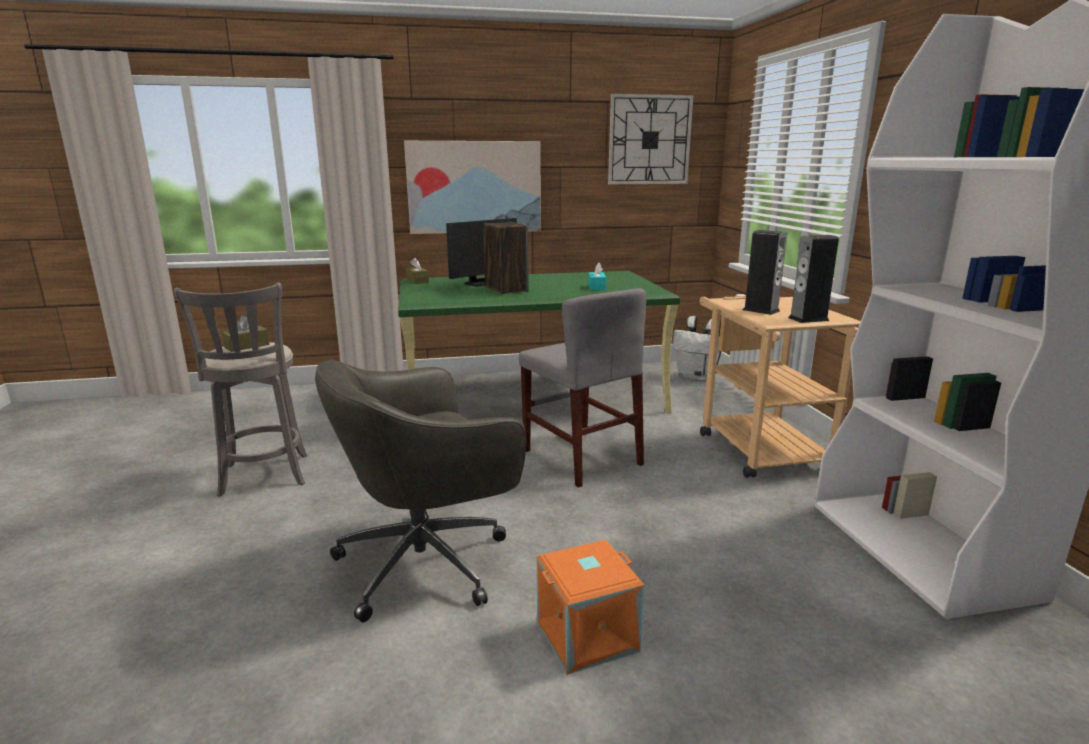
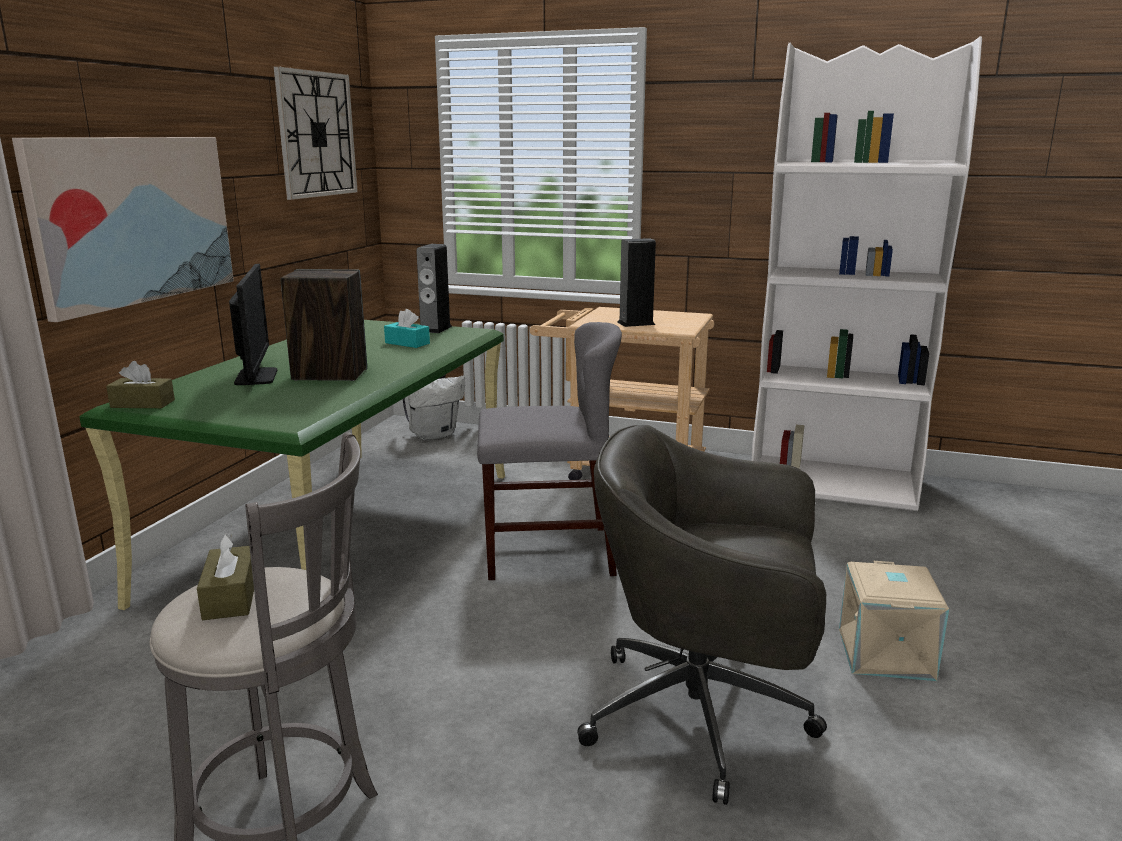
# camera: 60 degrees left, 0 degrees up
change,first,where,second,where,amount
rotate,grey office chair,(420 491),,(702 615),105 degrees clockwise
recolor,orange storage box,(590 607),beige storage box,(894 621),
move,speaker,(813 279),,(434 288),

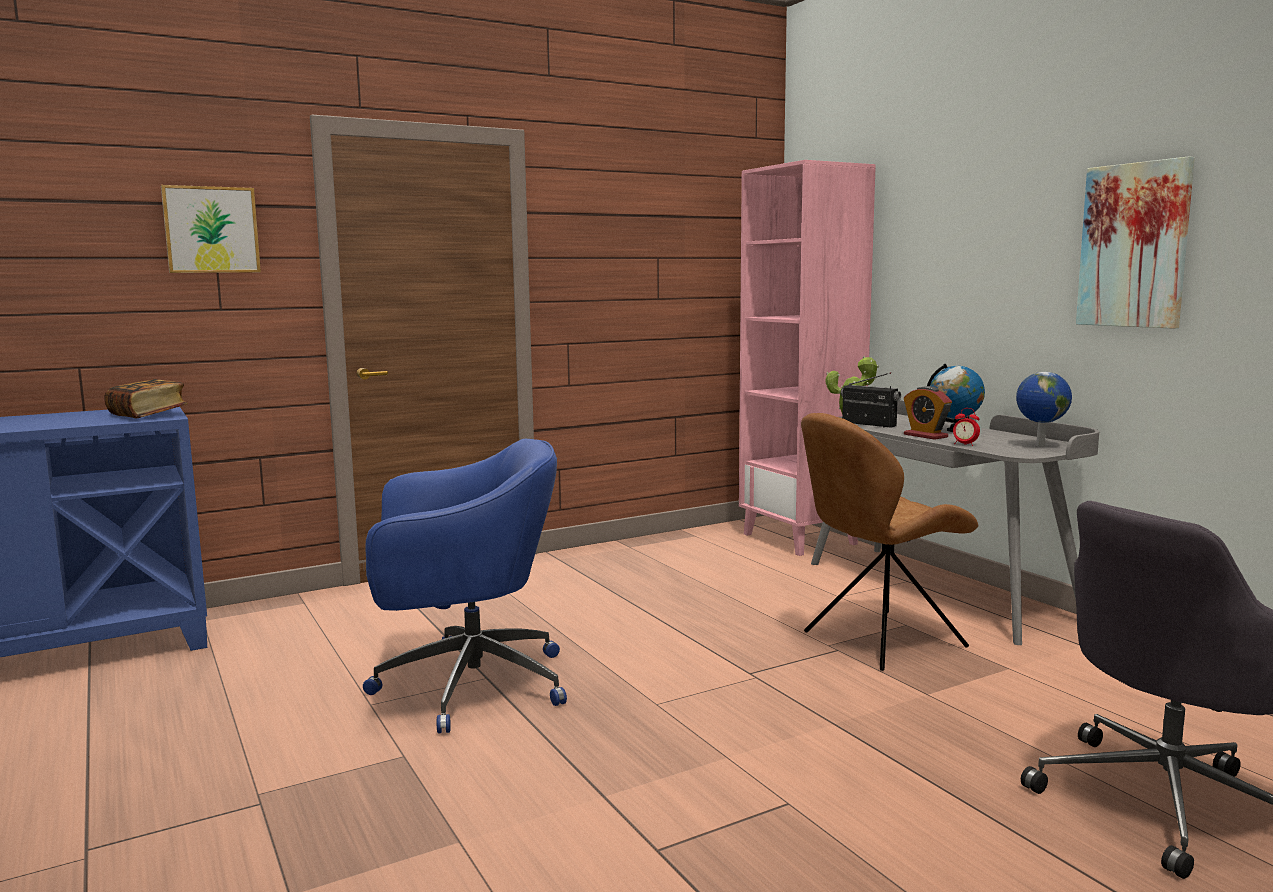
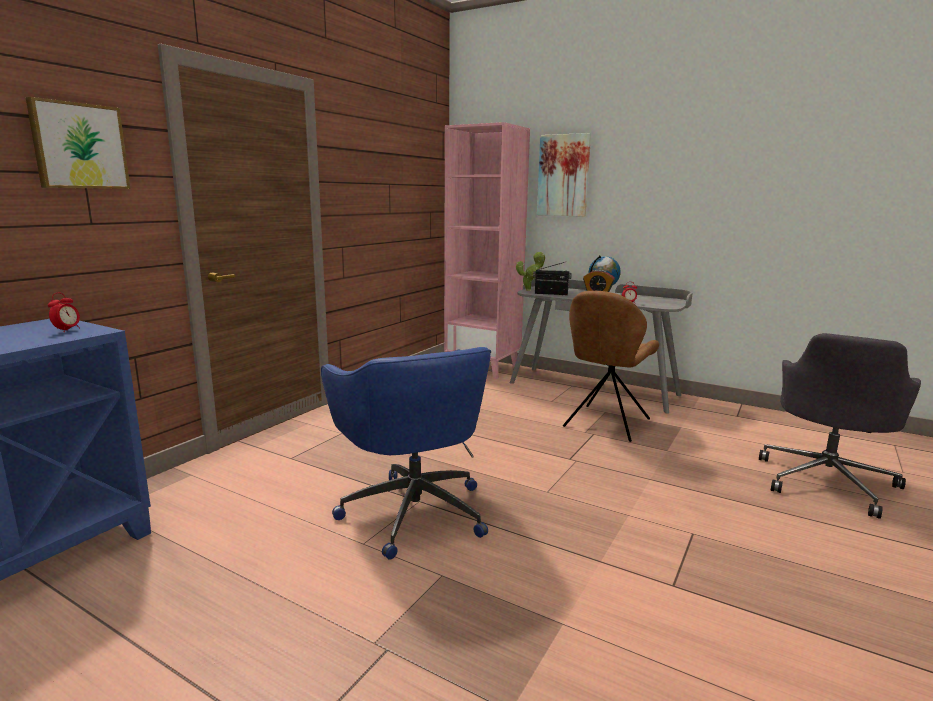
# camera: 30 degrees left, 5 degrees up
change,first,where,second,where,amount
replace,book,(146 398),alarm clock,(64 312),
rotate,blue office chair,(465 586),,(406 453),105 degrees clockwise
delete,globe,(1044 409),,,
move,picture,(1135 242),,(564 175),

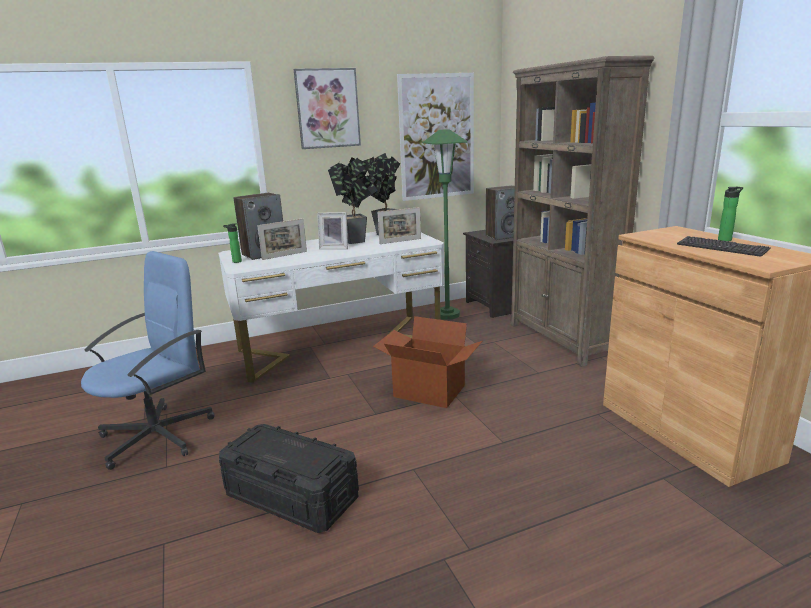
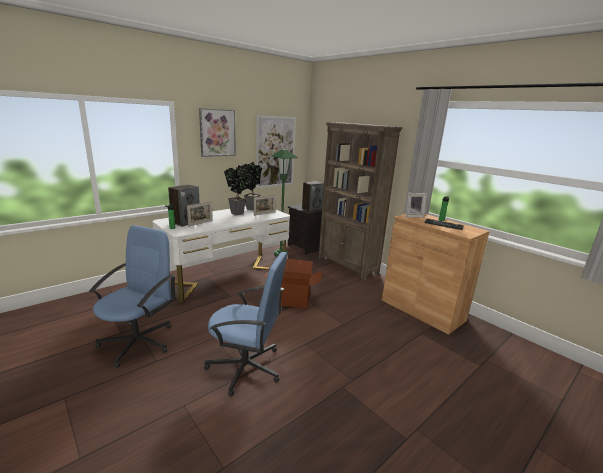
# camera: 20 degrees left, 0 degrees up
change,first,where,second,where,amount
replace,black storage box,(289 478),blue office chair,(245 324),
move,picture frame,(332 230),,(416 205),

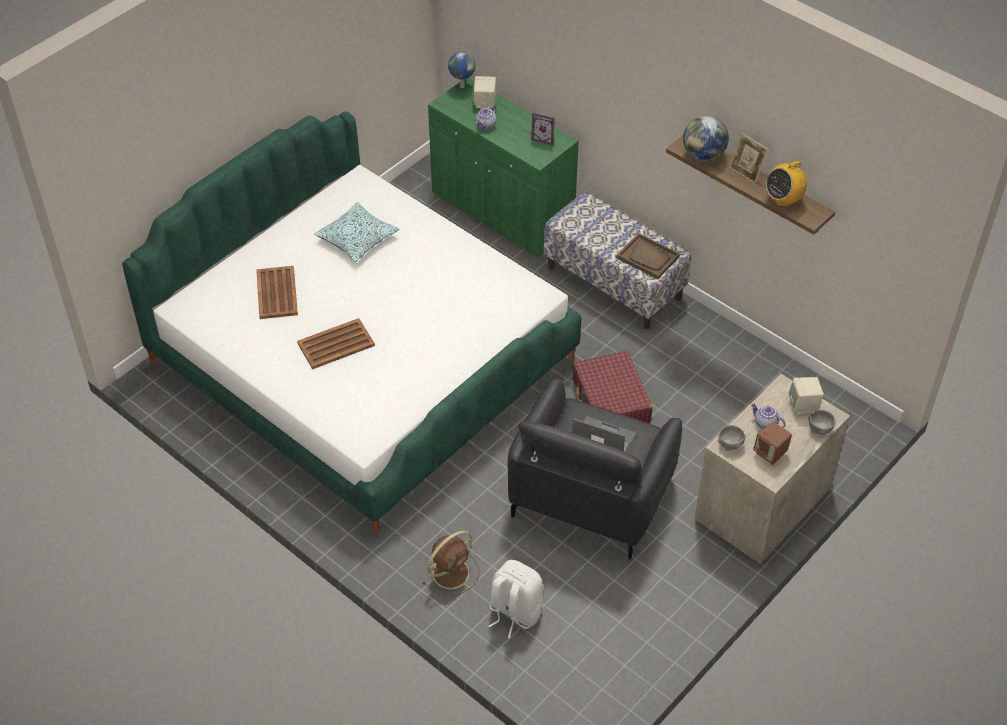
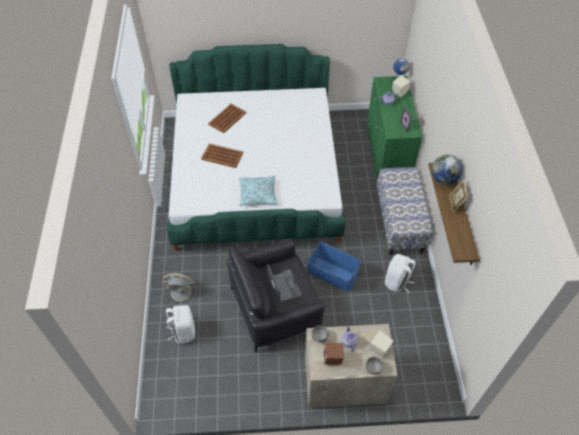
# camera: 45 degrees right, 5 degrees up
change,first,where,second,where,amount
move,pillow,(357 232),,(258 191),
recolor,brown fan,(450 563),grey fan,(179 288),
replace,red suitcase,(612 387),blue storage box,(334 266),
delete,brown tray,(648 256),,,
delete,radio,(786 183),,,
insert,,,white backpack,(400 273),

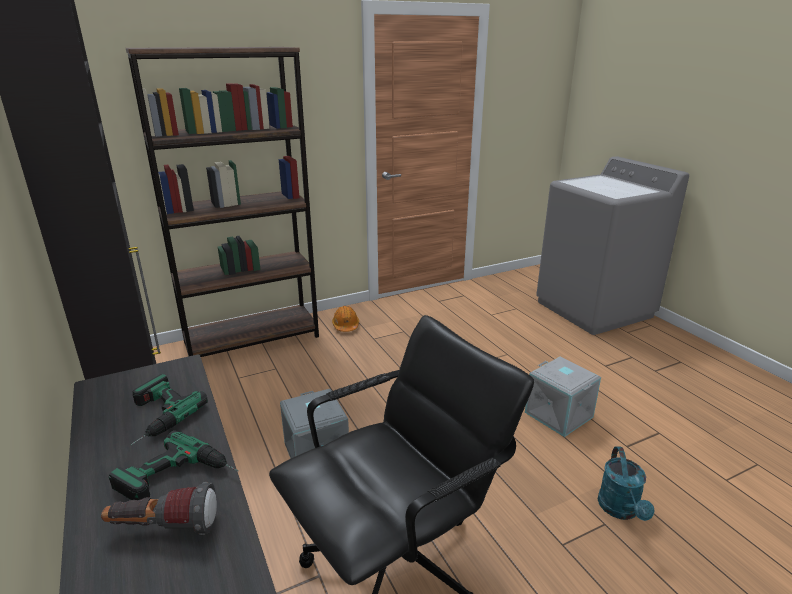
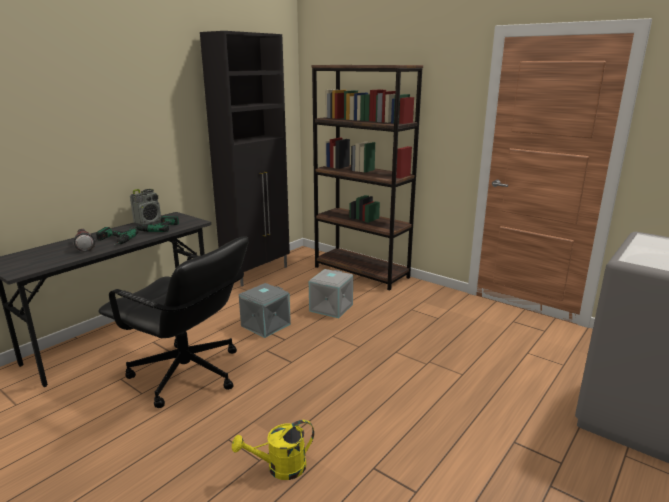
# camera: 65 degrees right, 5 degrees down
change,first,where,second,where,amount
delete,orange hard hat,(345 319),,,
move,grey storage box,(563 396),,(331 293),
recolor,turquoise watering can,(626 483),yellow watering can,(273 450),
insert,,,radio,(145 206),

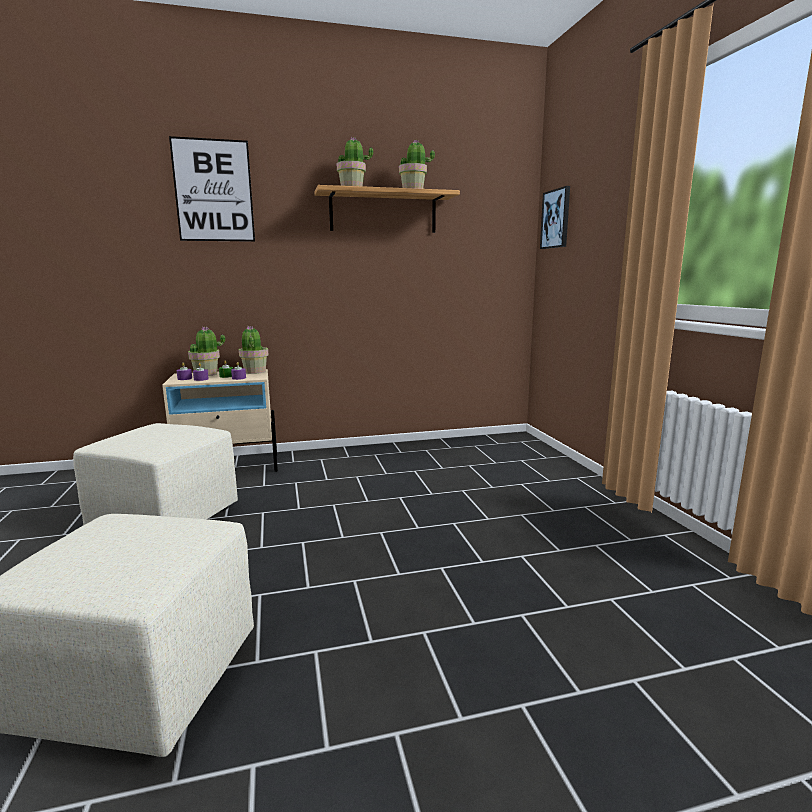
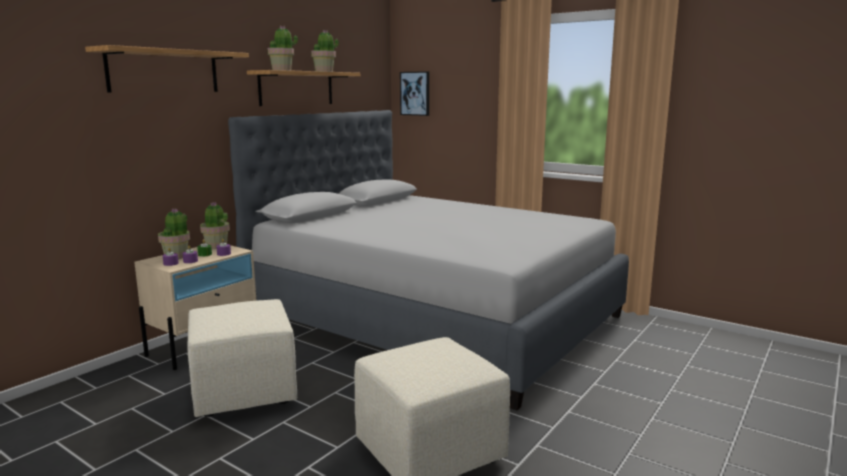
# camera: 40 degrees left, 0 degrees up
change,first,where,second,where,amount
replace,picture,(212 189),shelf,(167 68),
insert,,,grey bed,(428 260),

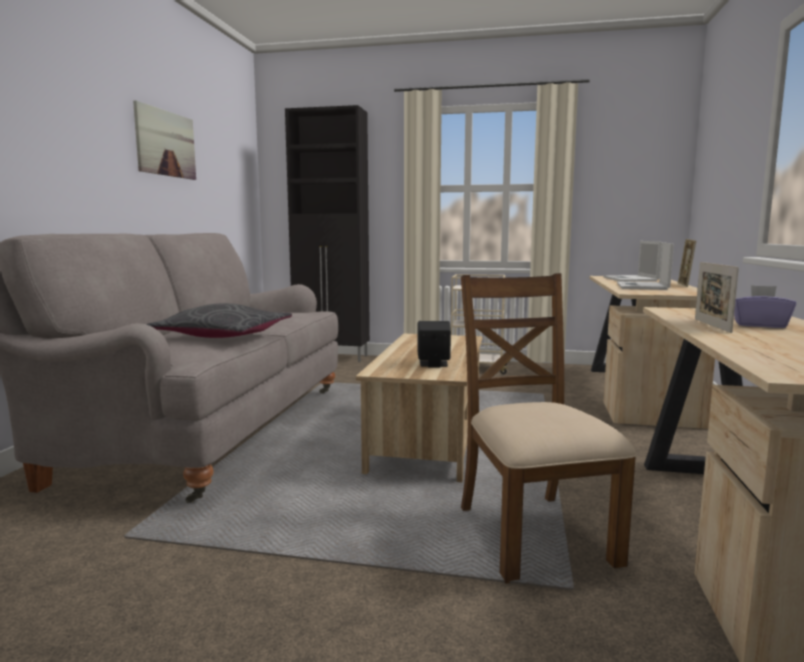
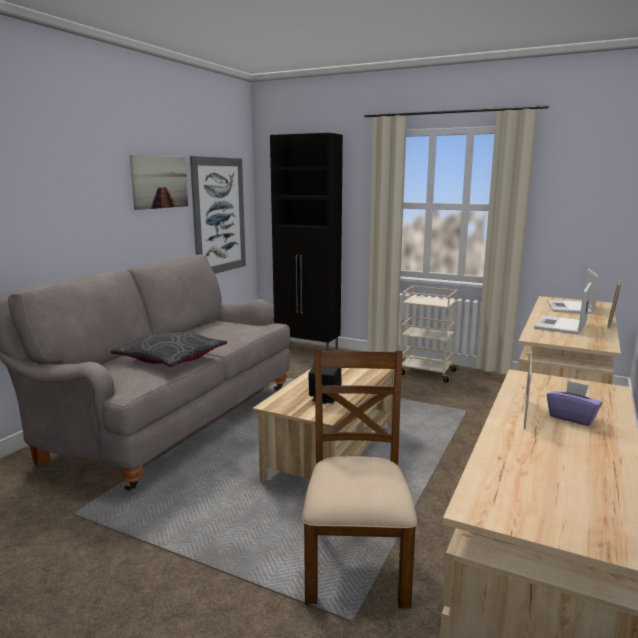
# camera: 15 degrees right, 5 degrees up
change,first,where,second,where,amount
insert,,,picture,(218 215),

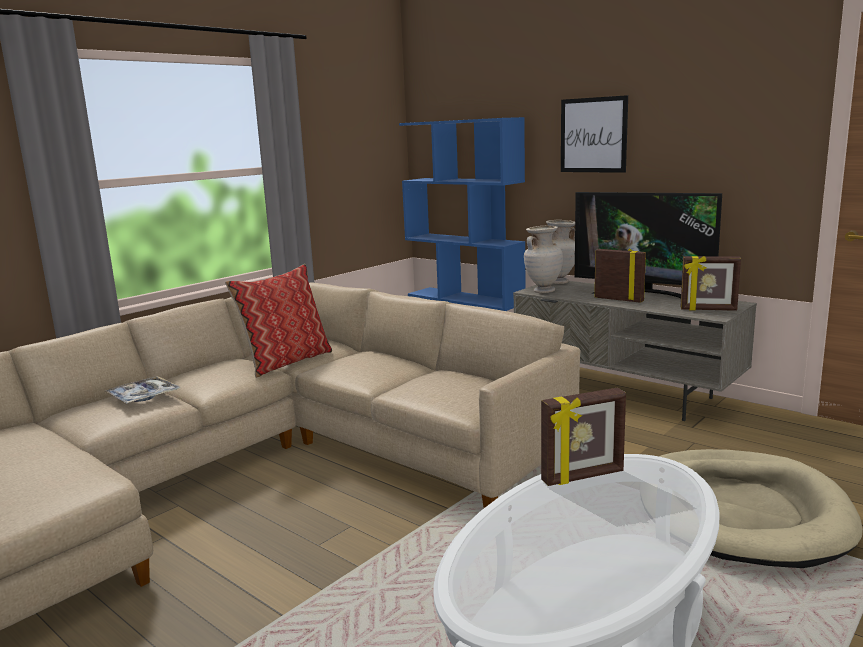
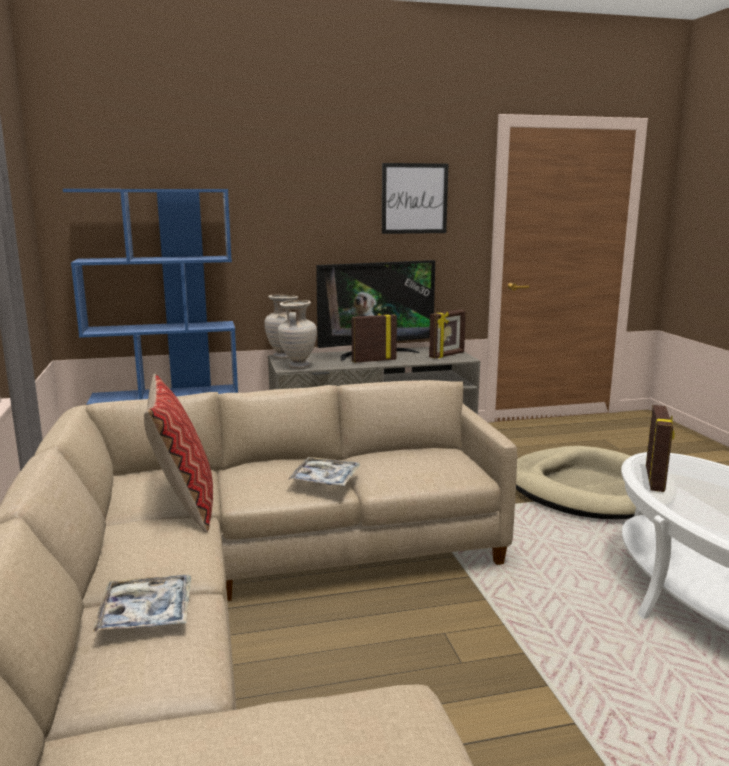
# camera: 55 degrees left, 0 degrees up
change,first,where,second,where,amount
move,picture,(594 134),,(415 198),
insert,,,tray,(324 471),

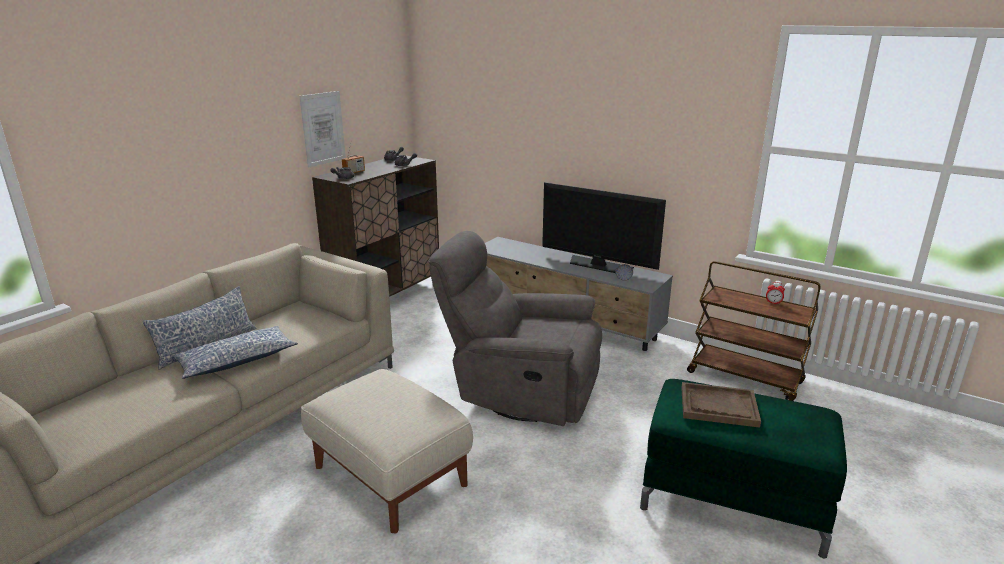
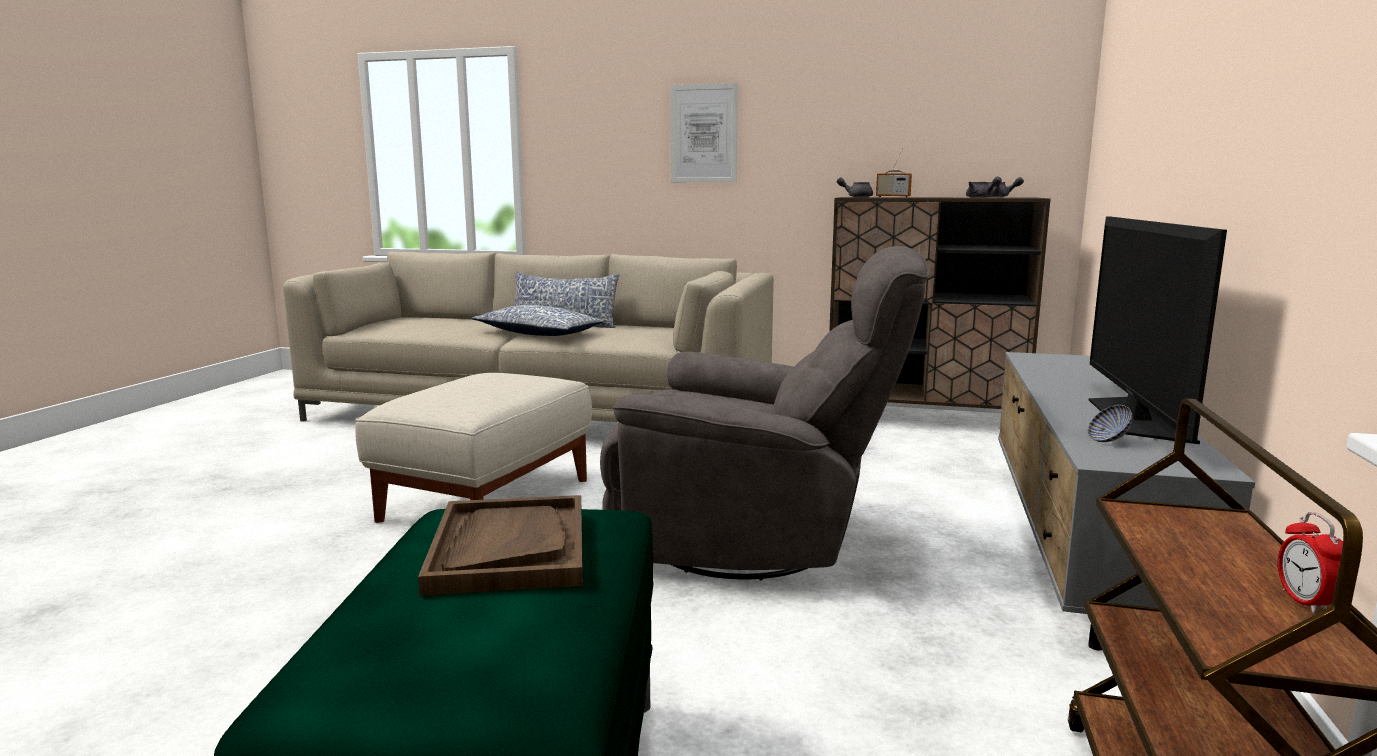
# camera: 70 degrees right, 10 degrees down
change,first,where,second,where,amount
move,picture,(323 129),,(704 133),
rotate,grey armchair,(515 328),,(765 413),105 degrees clockwise

